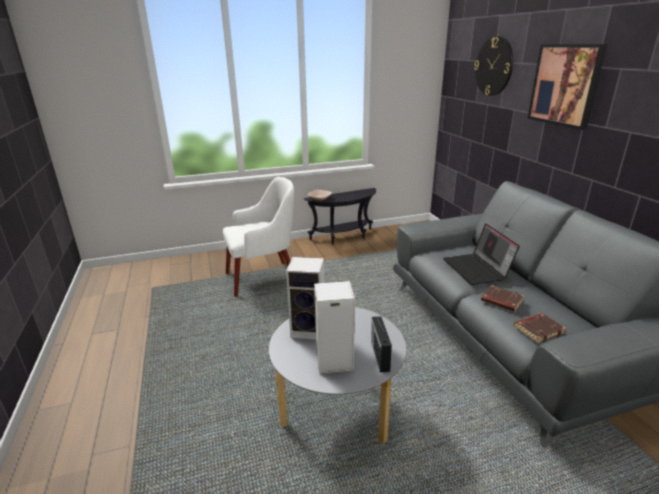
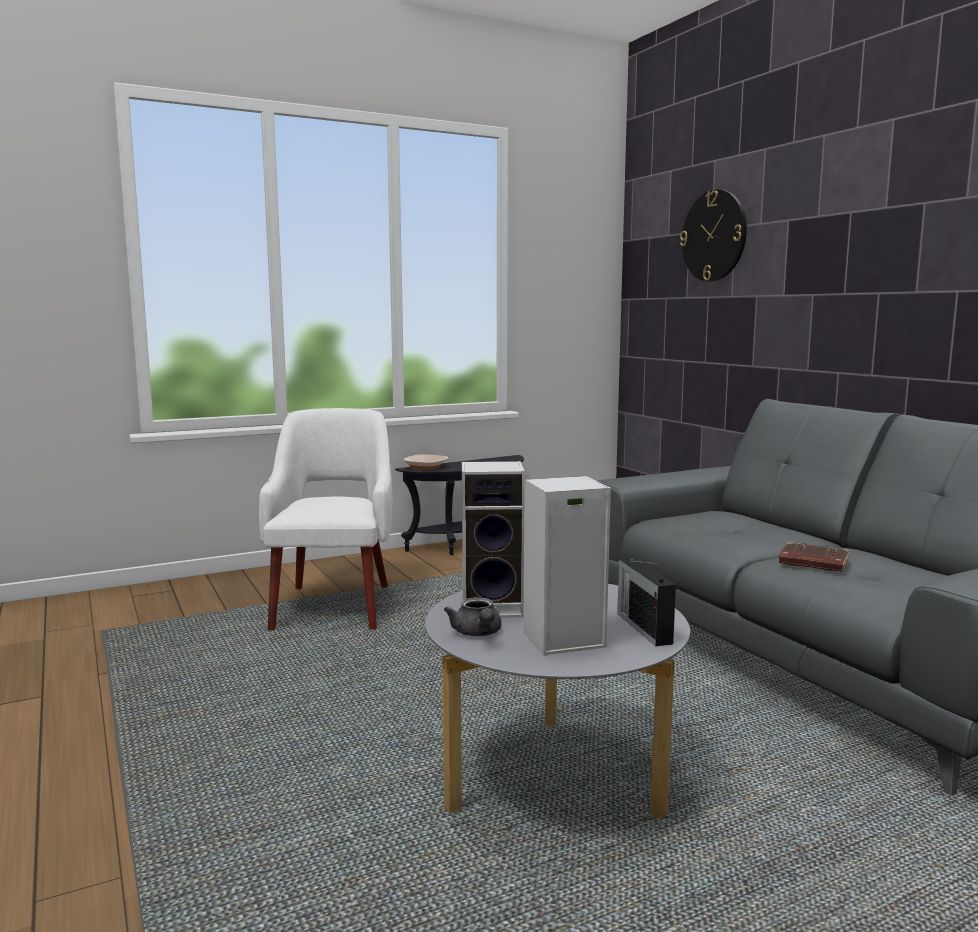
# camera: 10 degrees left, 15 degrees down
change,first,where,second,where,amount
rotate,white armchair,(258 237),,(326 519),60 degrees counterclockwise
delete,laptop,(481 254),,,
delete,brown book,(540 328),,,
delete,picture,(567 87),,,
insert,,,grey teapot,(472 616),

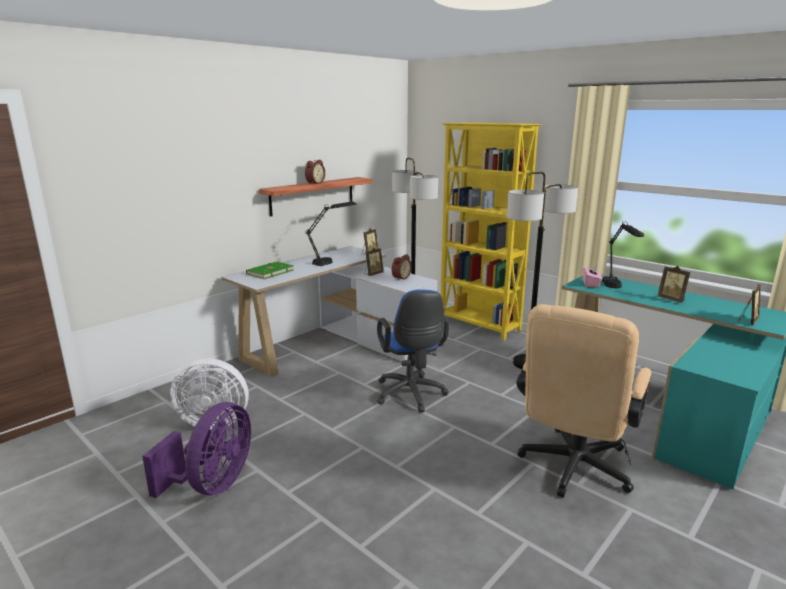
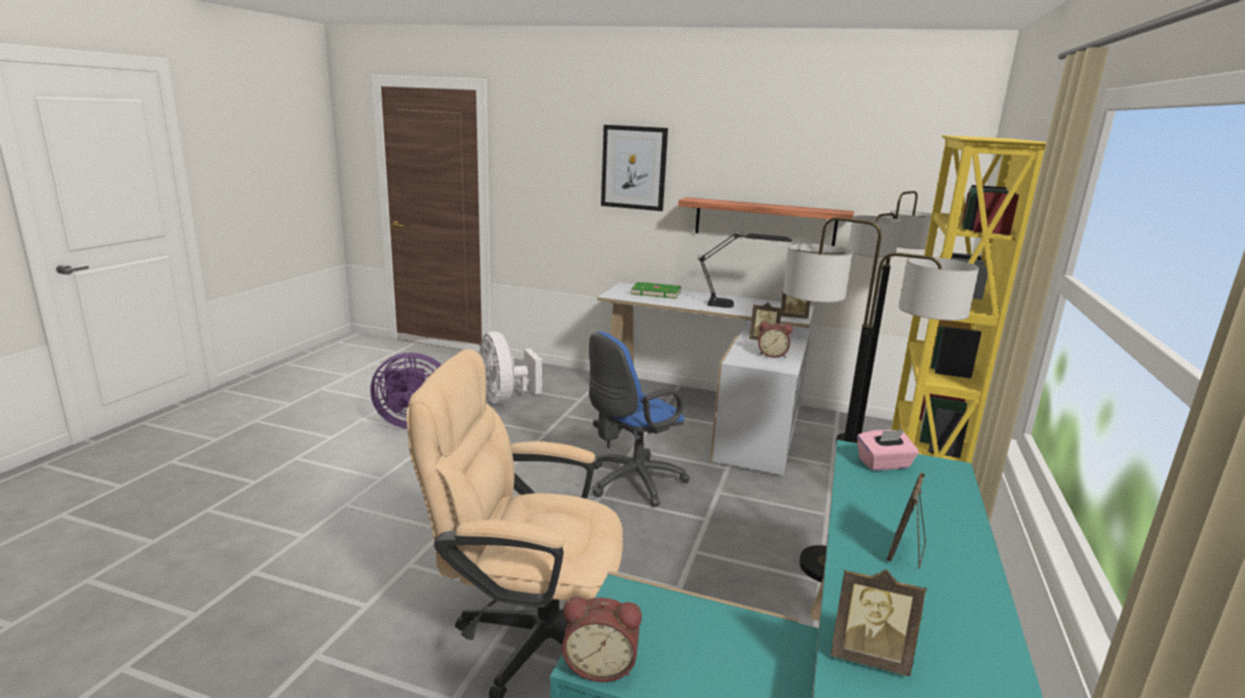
# camera: 65 degrees right, 0 degrees up
change,first,where,second,where,amount
move,alarm clock,(315 172),,(602 639),
delete,black table lamp,(623 254),,,
insert,,,picture,(634 168),

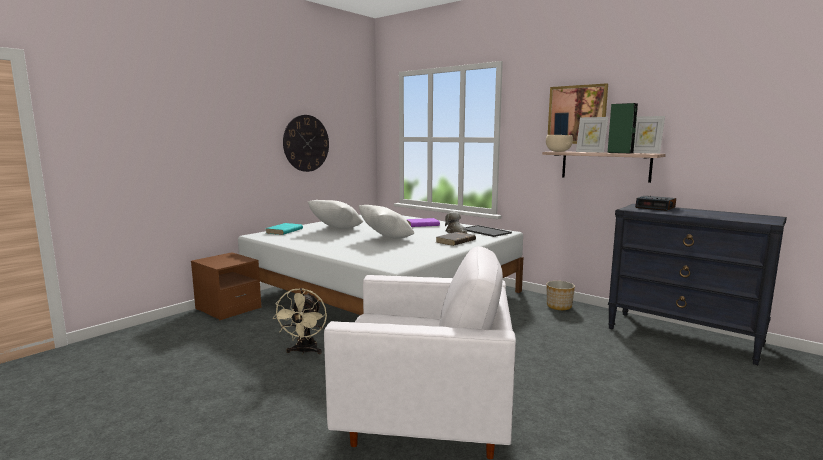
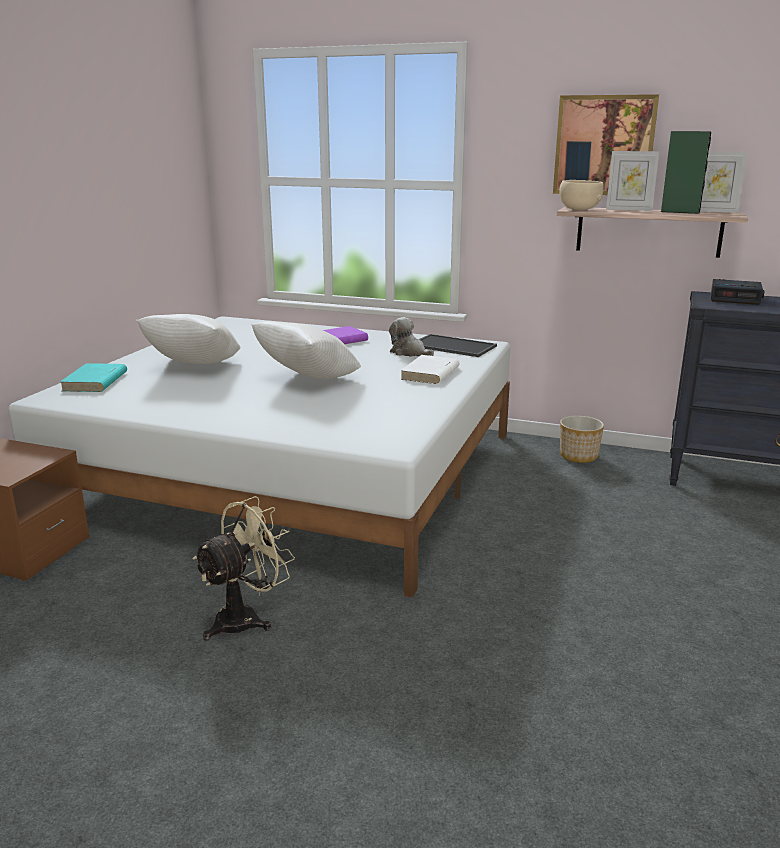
# camera: 20 degrees left, 10 degrees up
change,first,where,second,where,amount
rotate,beige fan,(300 321),,(244 568),120 degrees counterclockwise
delete,wall clock,(306 143),,,
delete,white armchair,(420 352),,,
recolor,brown book,(456 239),white book,(430 369),

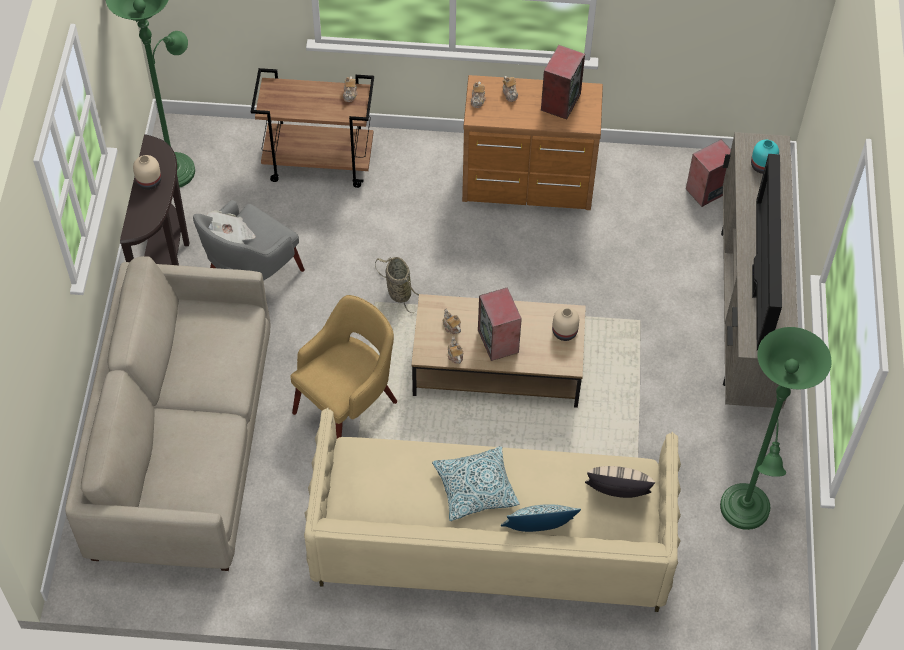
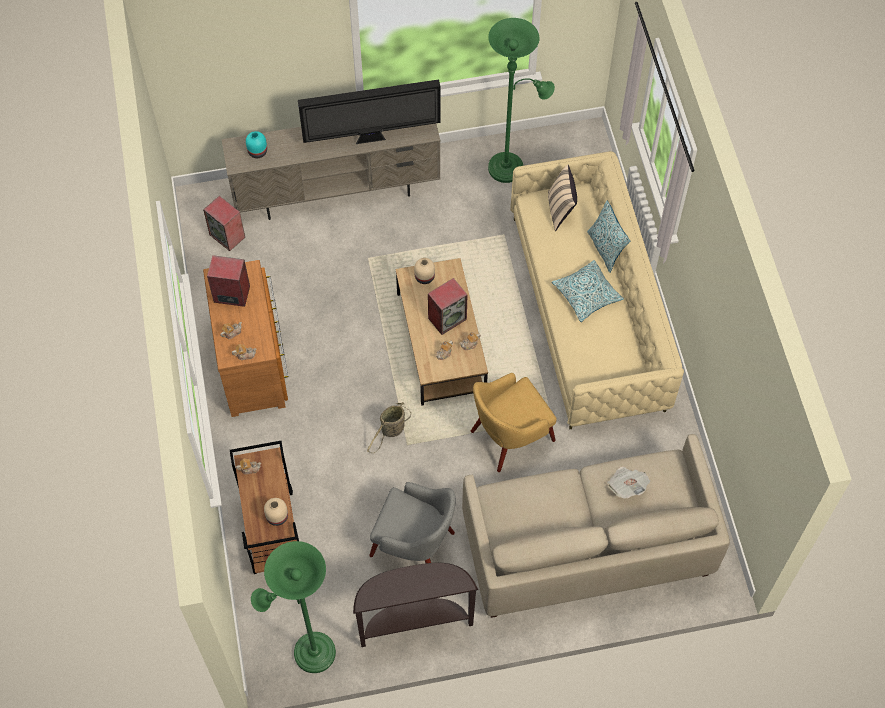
# camera: 105 degrees left, 5 degrees up
change,first,where,second,where,amount
move,beige vase,(147 172),,(276 512),
move,newspaper,(230 227),,(628 482),
rotate,yellow armchair,(343 366),,(514 422),60 degrees counterclockwise

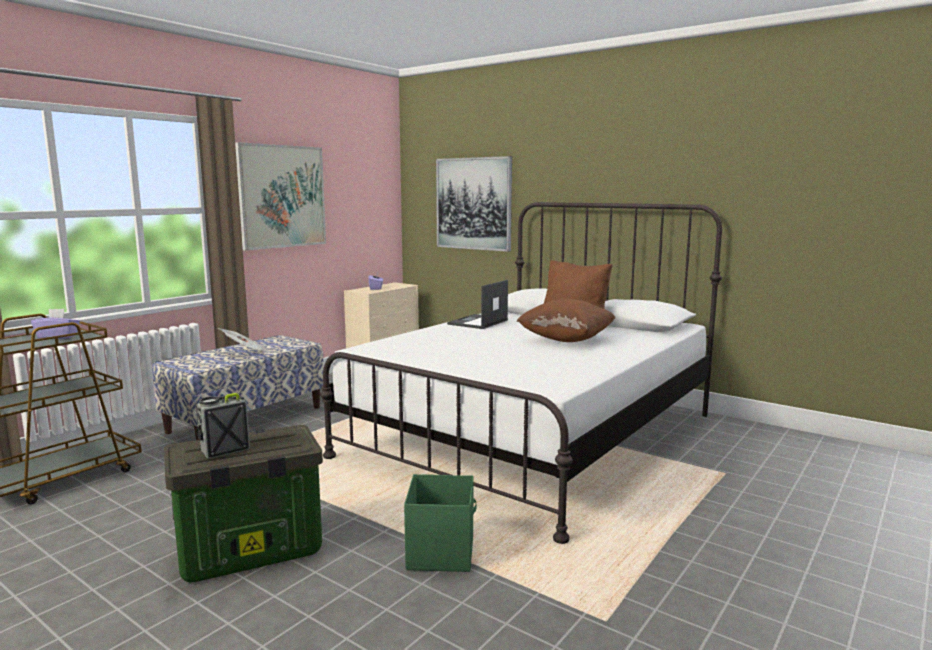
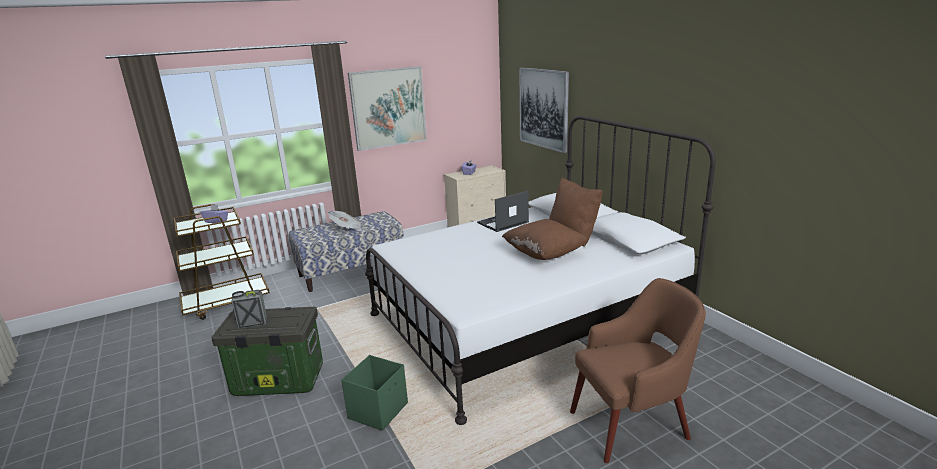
# camera: 25 degrees right, 10 degrees up
change,first,where,second,where,amount
insert,,,brown armchair,(638 370),

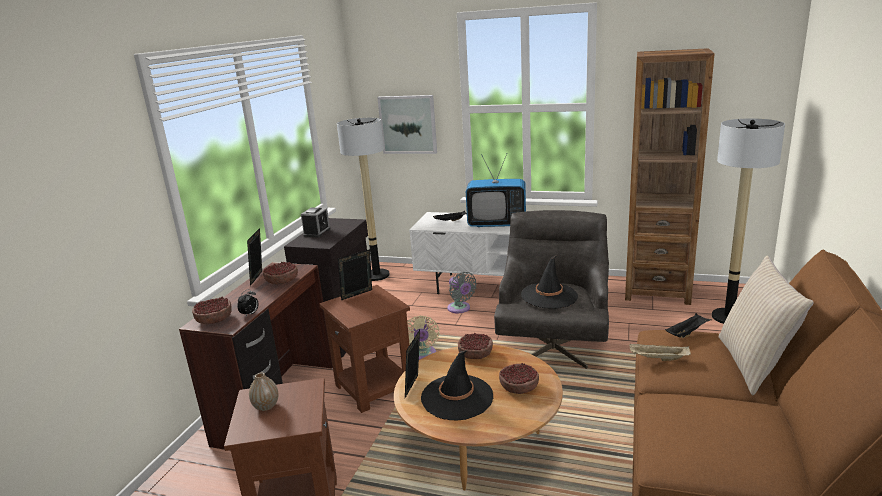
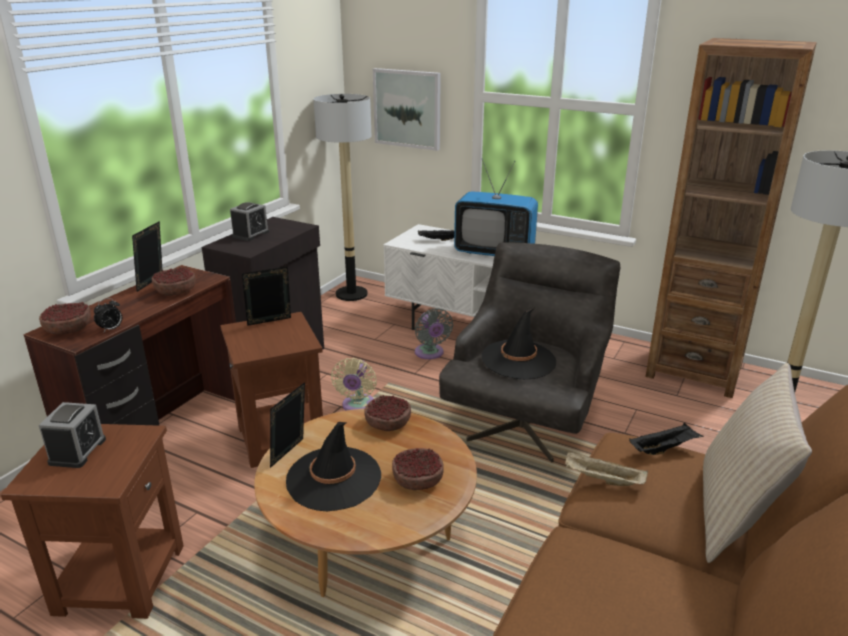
# camera: 10 degrees right, 5 degrees up
change,first,where,second,where,amount
replace,vase,(264 392),alarm clock,(72 435),

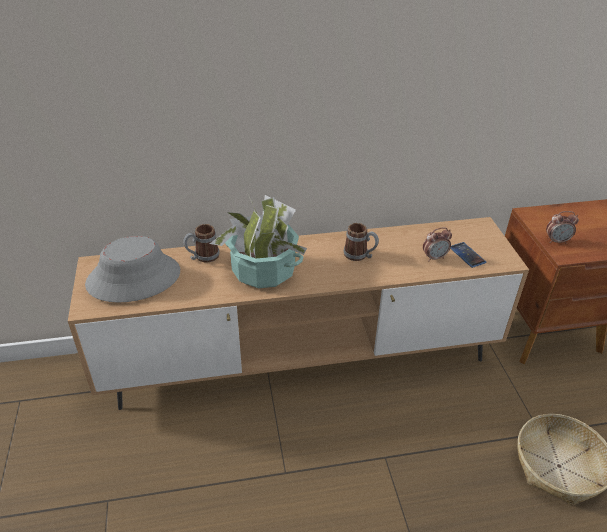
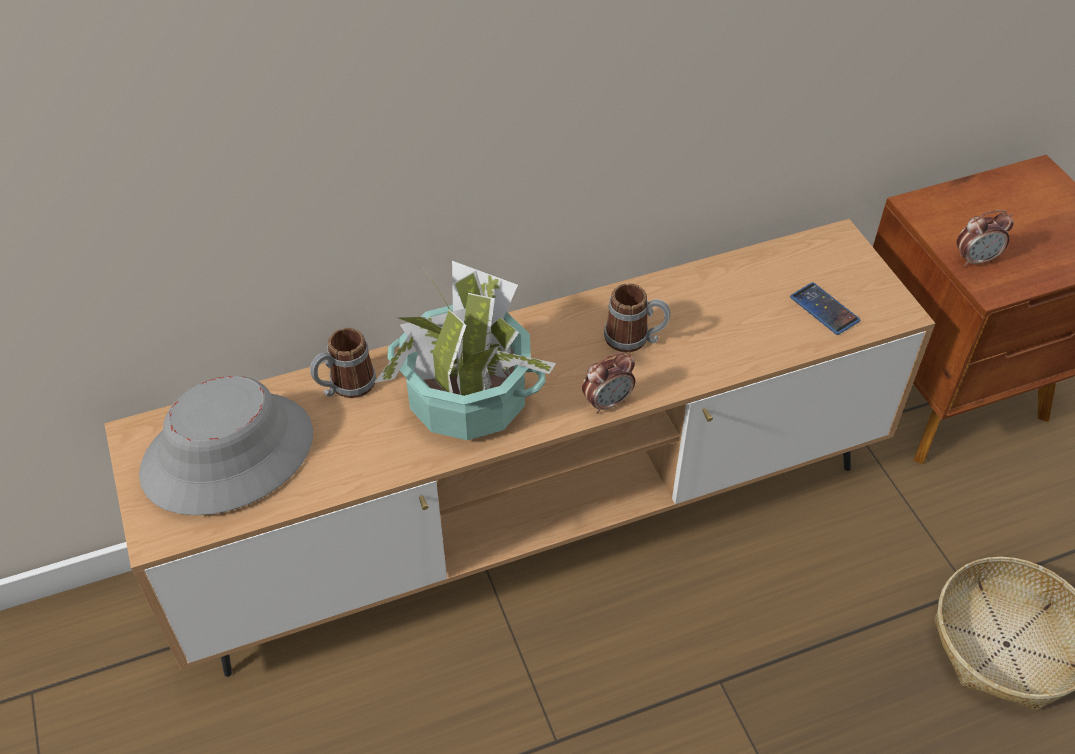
# camera: 10 degrees left, 10 degrees up
change,first,where,second,where,amount
move,alarm clock,(437 244),,(608 383),

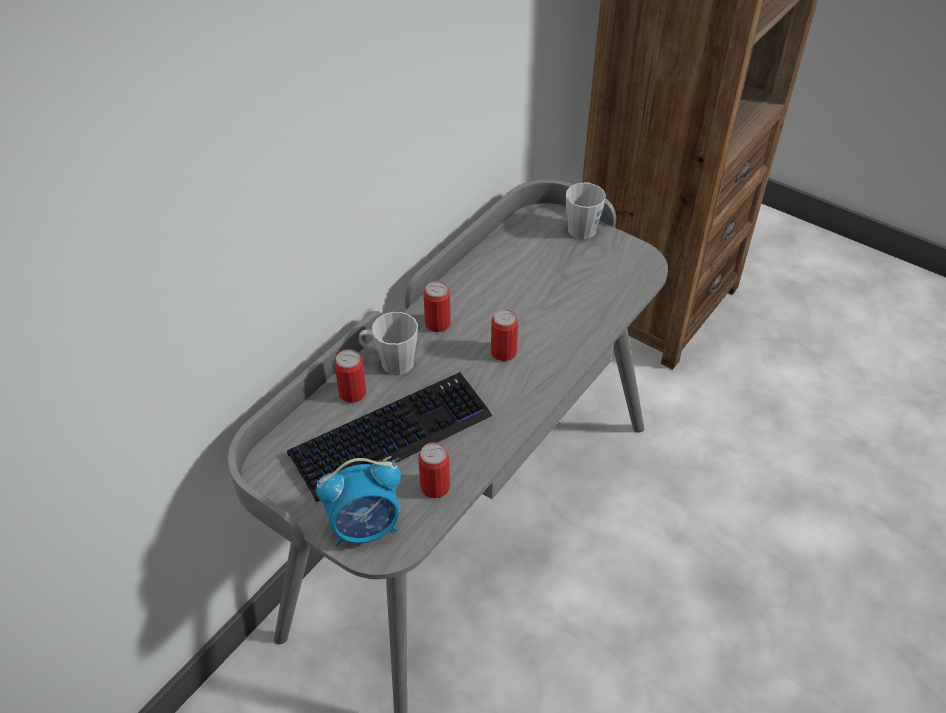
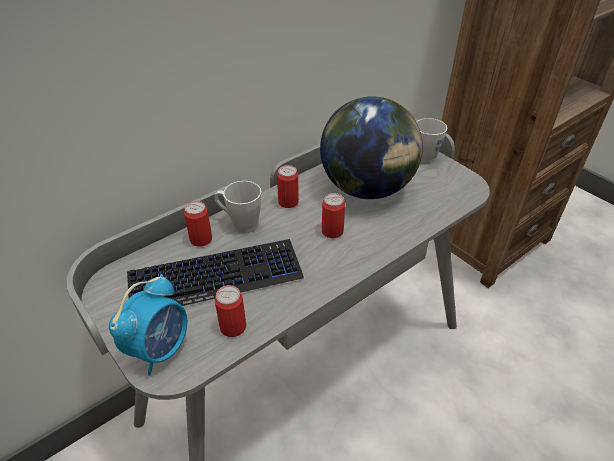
# camera: 15 degrees right, 5 degrees down
change,first,where,second,where,amount
rotate,alarm clock,(358 502),,(148 325),60 degrees counterclockwise
insert,,,globe,(371 147),

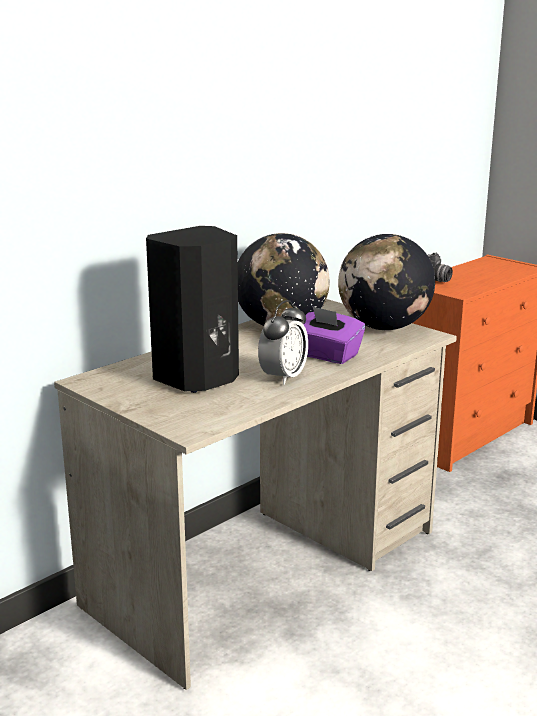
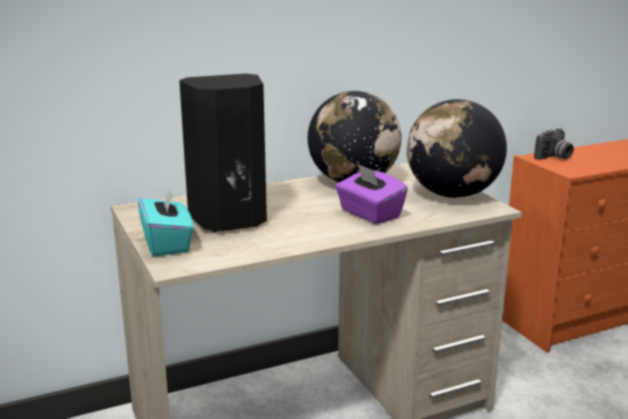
# camera: 20 degrees right, 0 degrees up
change,first,where,second,where,amount
delete,alarm clock,(283 342),,,
insert,,,turquoise tissue box,(166 221),

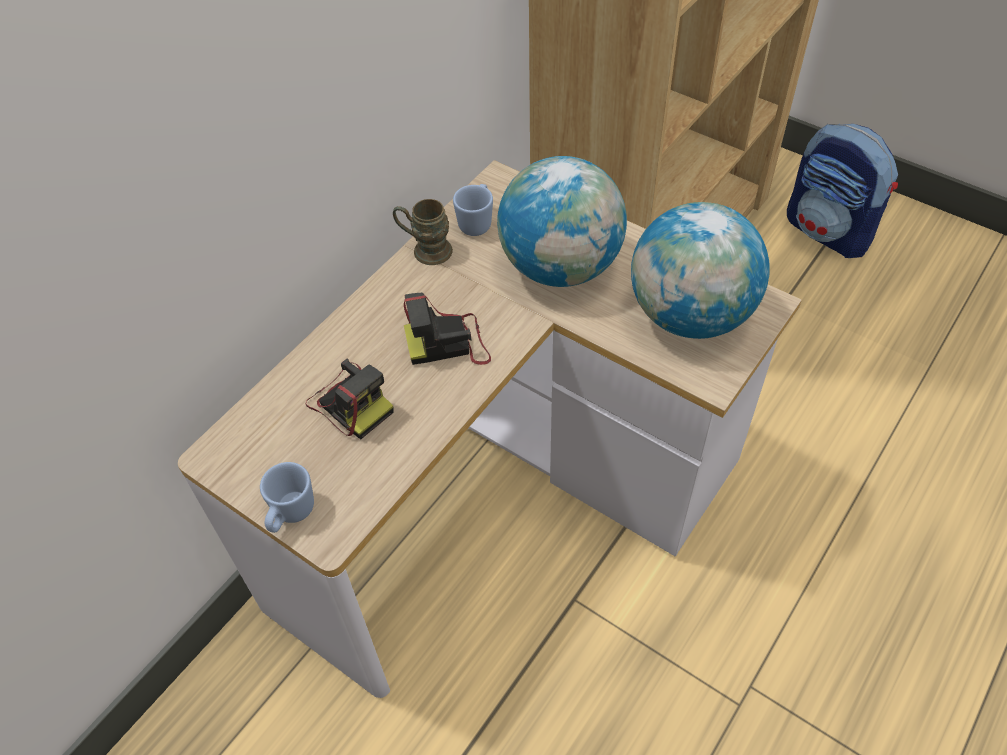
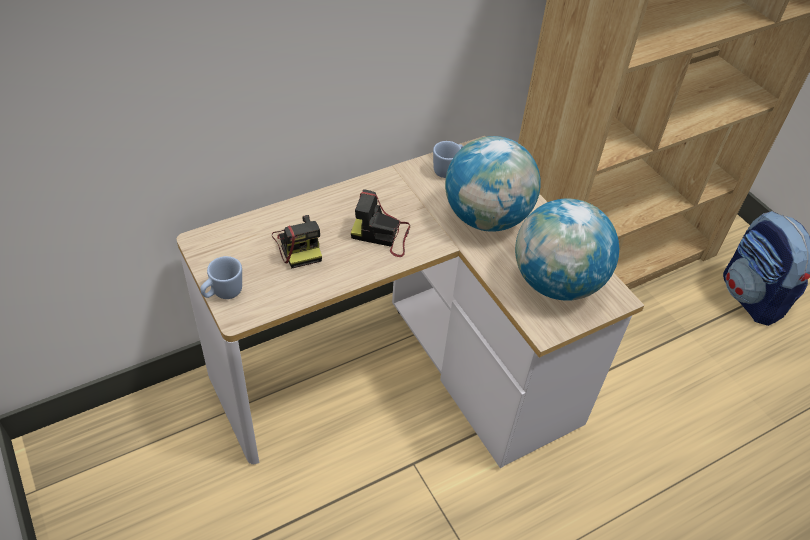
# camera: 20 degrees right, 5 degrees down
change,first,where,second,where,amount
delete,brown mug,(423 232),,,

